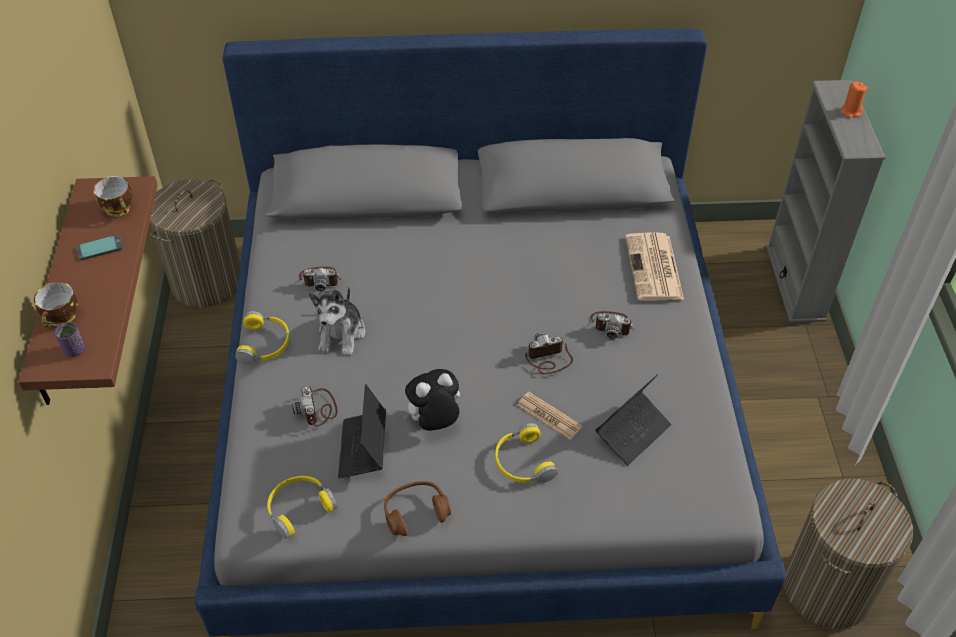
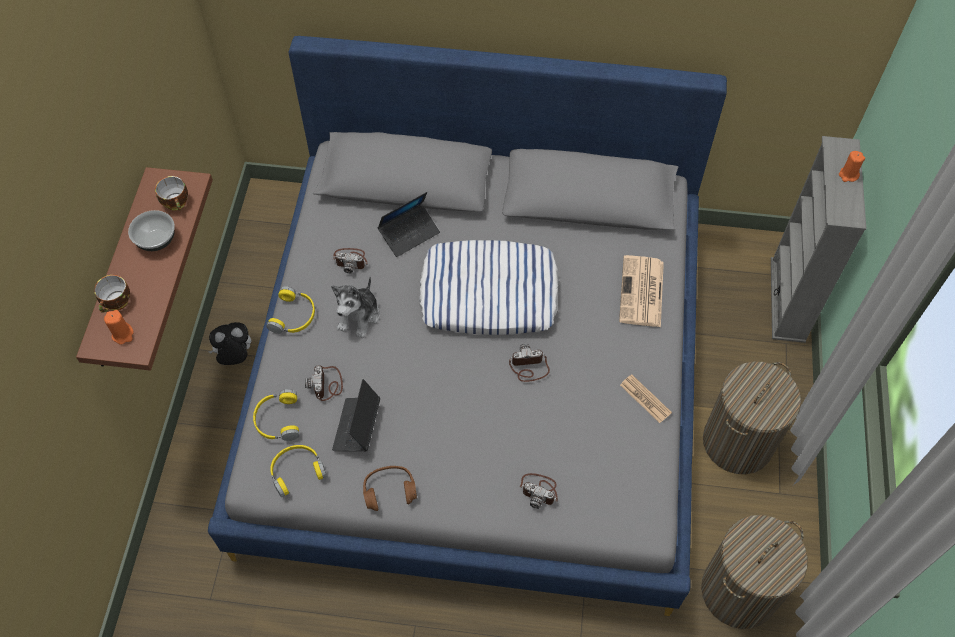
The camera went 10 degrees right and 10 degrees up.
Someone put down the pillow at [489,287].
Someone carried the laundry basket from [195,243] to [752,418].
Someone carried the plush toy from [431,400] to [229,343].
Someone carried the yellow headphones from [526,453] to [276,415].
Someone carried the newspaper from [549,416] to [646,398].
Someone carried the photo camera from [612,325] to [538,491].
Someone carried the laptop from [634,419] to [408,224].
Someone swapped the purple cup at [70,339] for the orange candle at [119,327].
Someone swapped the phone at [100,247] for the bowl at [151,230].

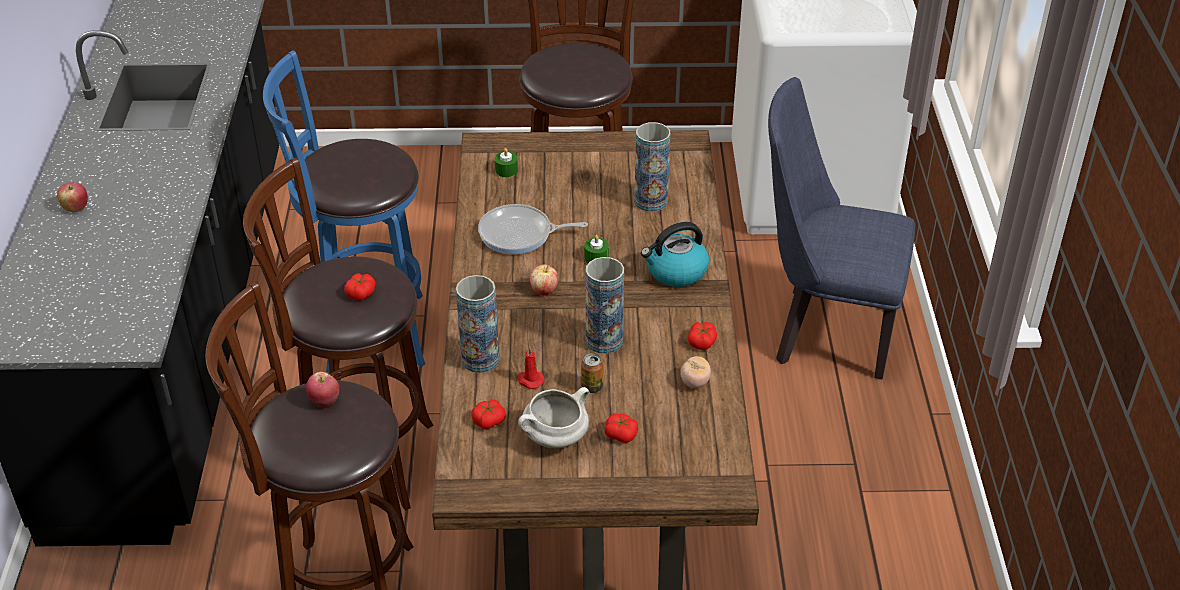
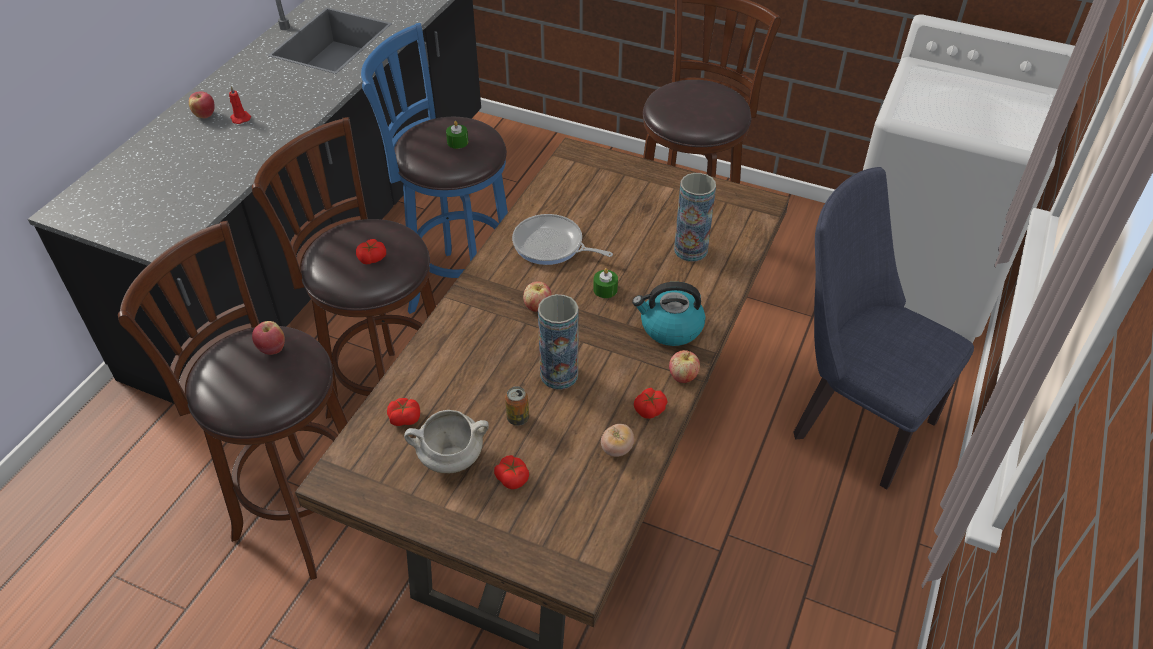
The camera went 25 degrees right and 5 degrees up.
Someone took away the vase at [477,324].
Someone put down the apple at [684,366].
Someone carried the green candle from [506,162] to [457,135].
Someone carried the red candle from [531,367] to [240,105].

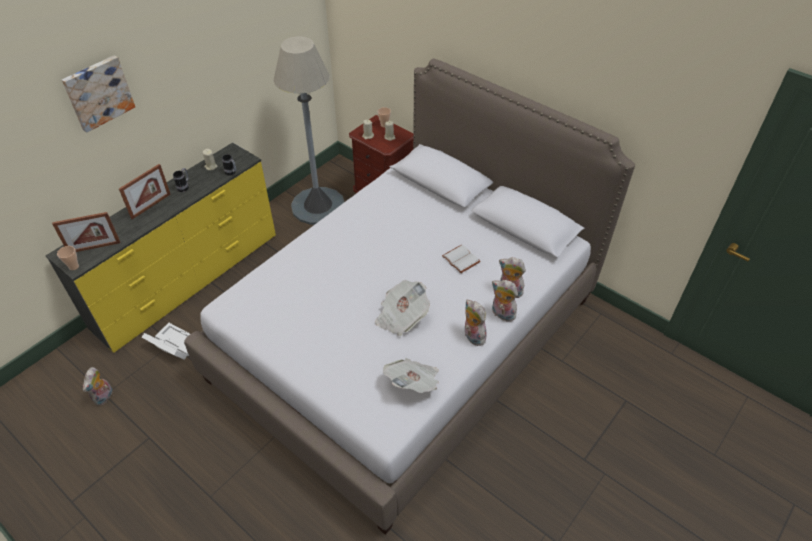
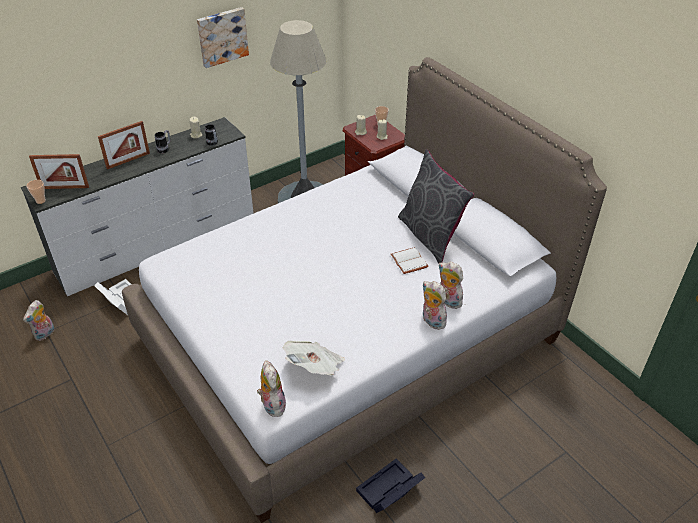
The camera went 15 degrees right and 5 degrees down.
Someone took away the newspaper at [402,308].
Someone put down the black storage box at [390,485].
Someone put down the grey pillow at [436,206].
Someone carried the picture from [98,94] to [223,37].
Someone carried the plush toy from [476,323] to [271,388].
Someone repainted the yellow dresser at [161,248], which became the white dresser at [137,206].

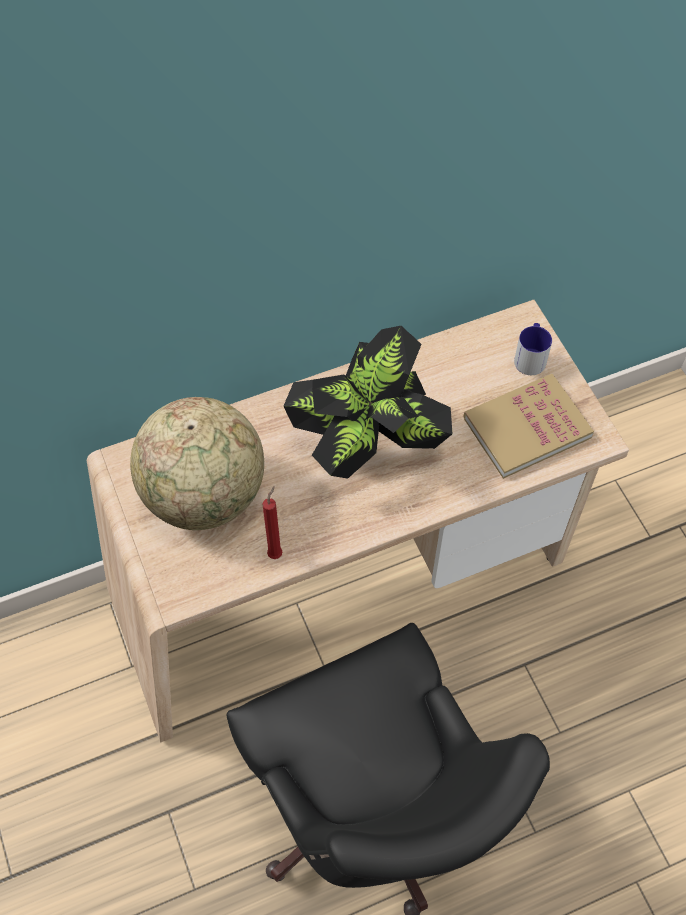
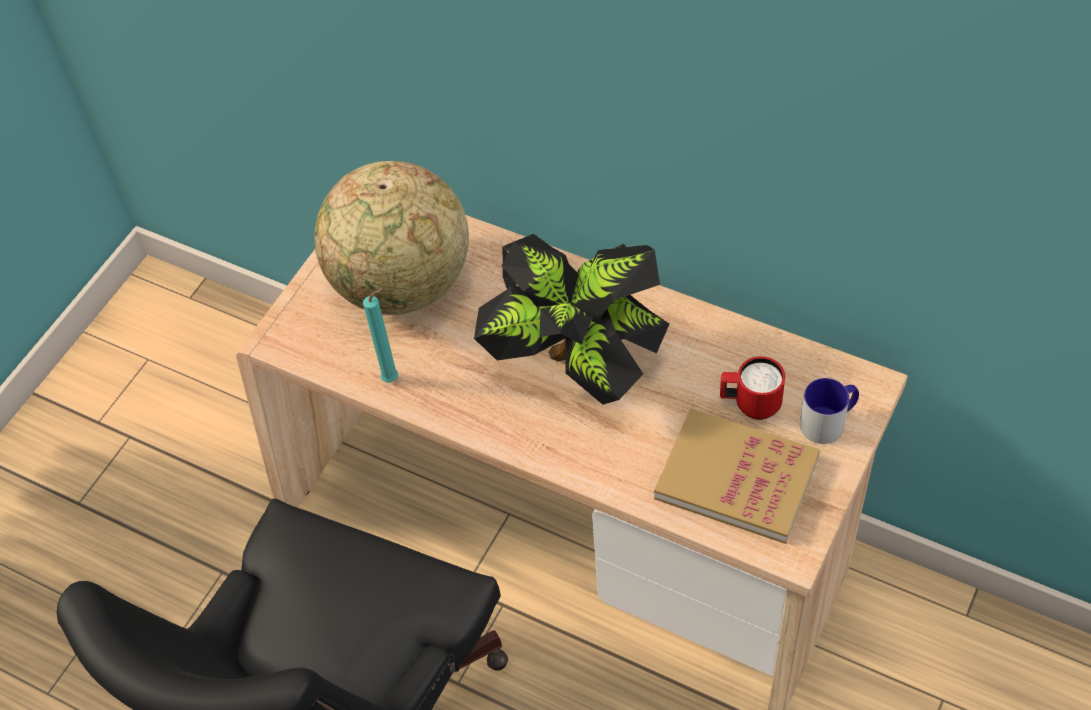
The camera went 55 degrees right and 5 degrees down.
Someone put down the red mug at [752,388].
Someone repainted the red candle at [272,522], which became the turquoise candle at [381,335].

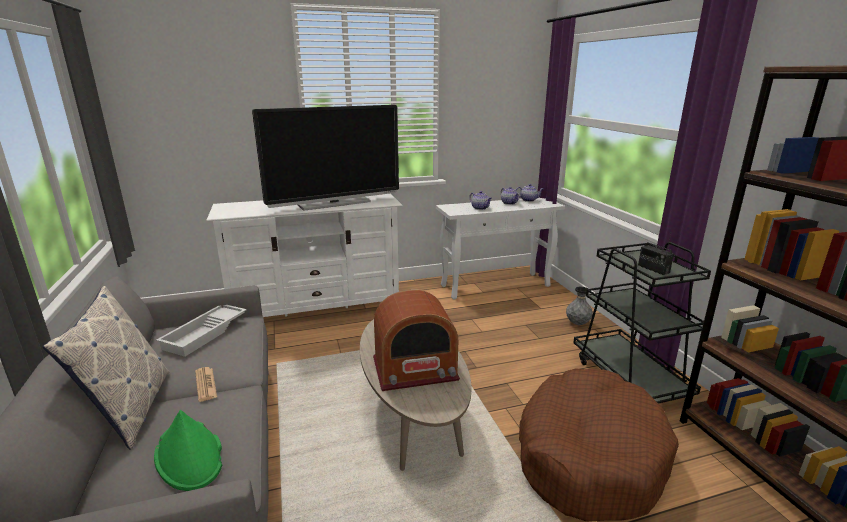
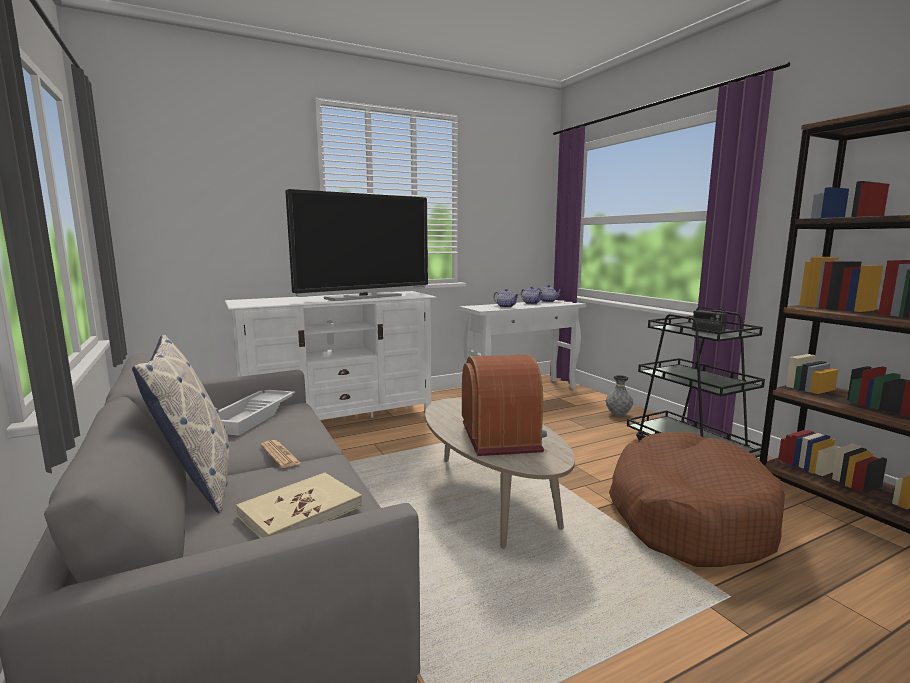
The camera went 10 degrees left and 10 degrees down.
Someone swapped the green hat at [188,450] for the beige book at [299,505].
Someone rotated the radio at [416,340] by 75 degrees counterclockwise.

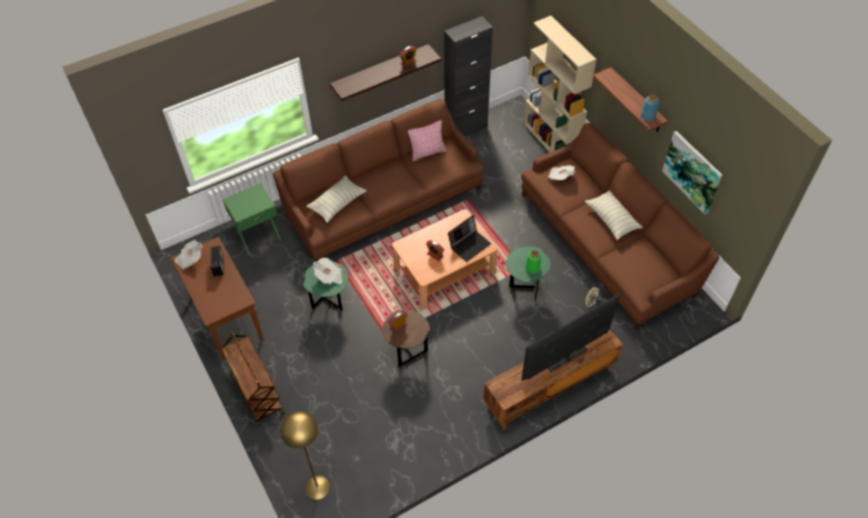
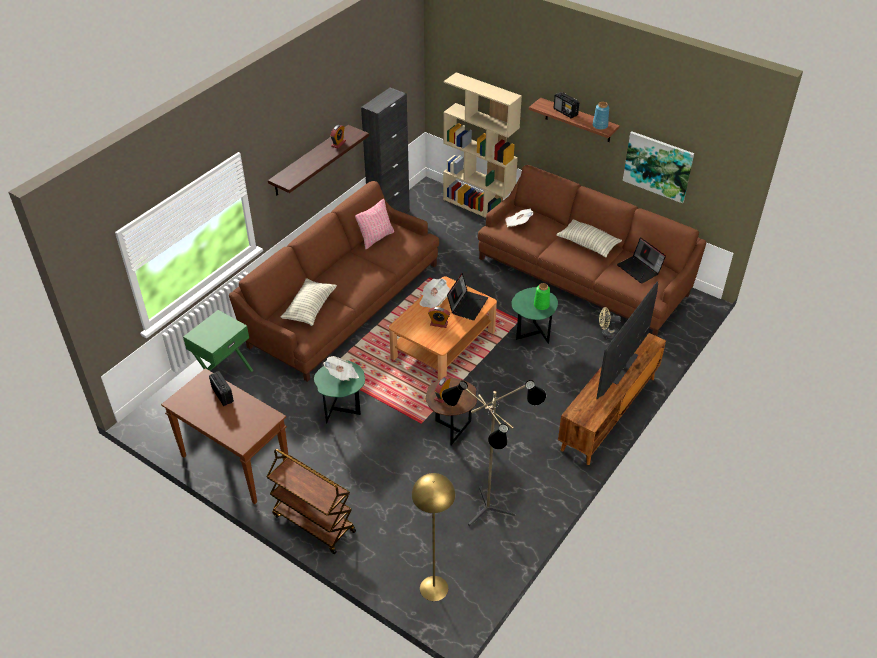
The camera went 25 degrees left and 10 degrees down.
Someone put down the floor lamp at [494,453].
Someone put down the radio at [566,105].
Someone put down the laptop at [641,260].
Someone carried the newspaper from [189,255] to [434,293].

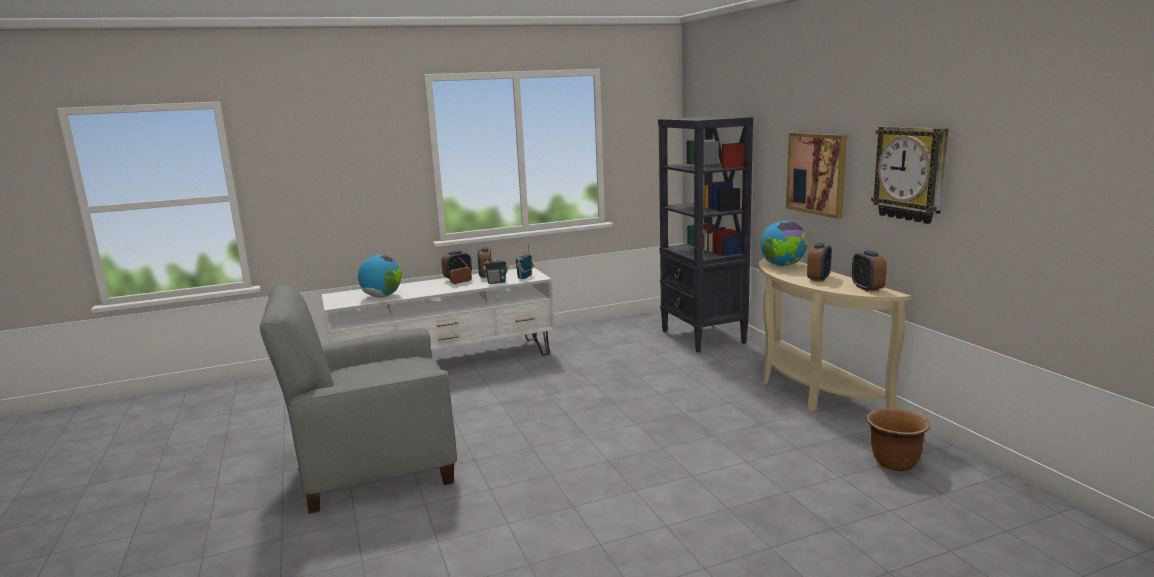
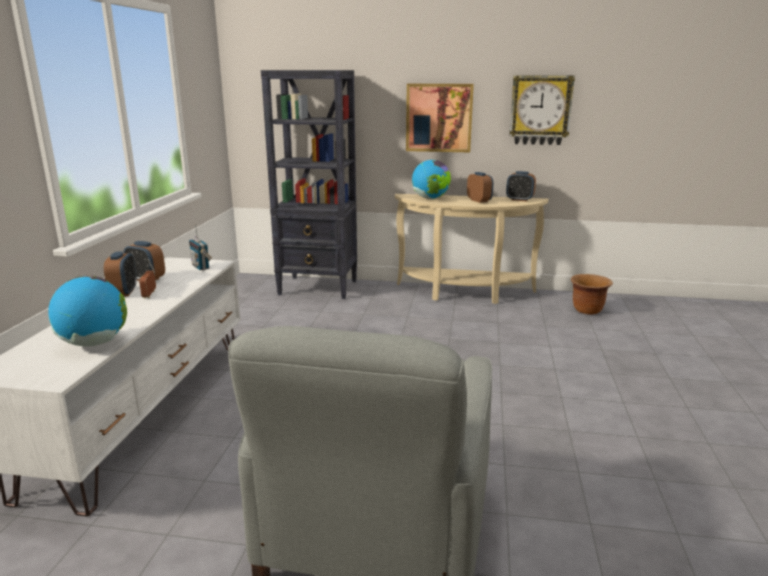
The camera went 60 degrees left and 5 degrees up.
Someone took away the radio at [495,267].

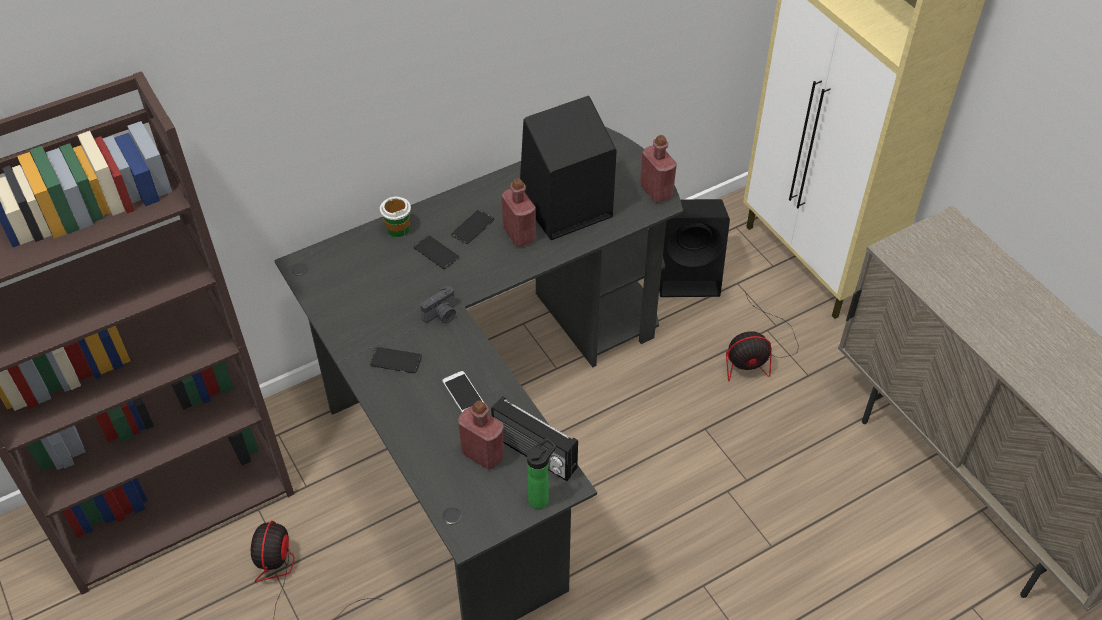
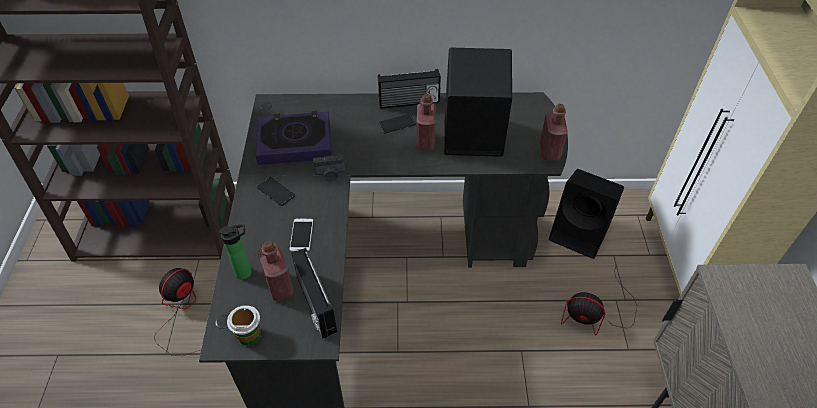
The camera went 30 degrees right and 0 degrees up.
Someone took away the phone at [436,252].
Someone put down the book at [294,138].
Someone put down the radio at [409,89].
Someone carried the cup from [395,217] to [244,325].
Someone carried the bottle from [541,473] to [235,252].

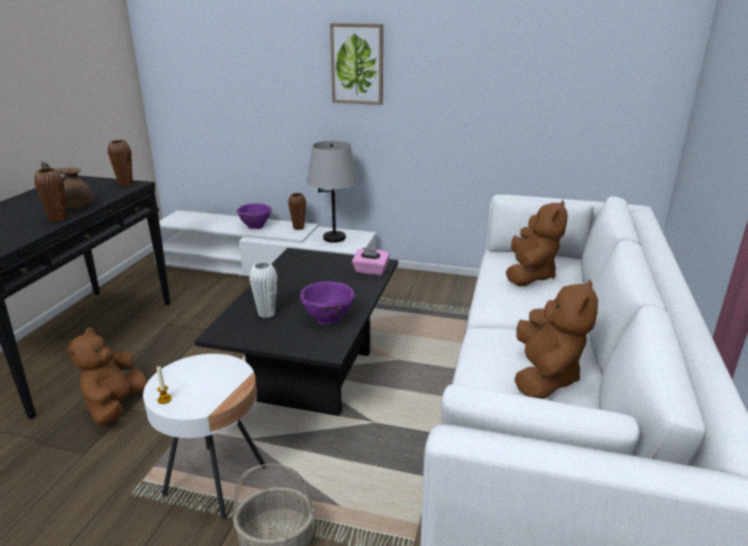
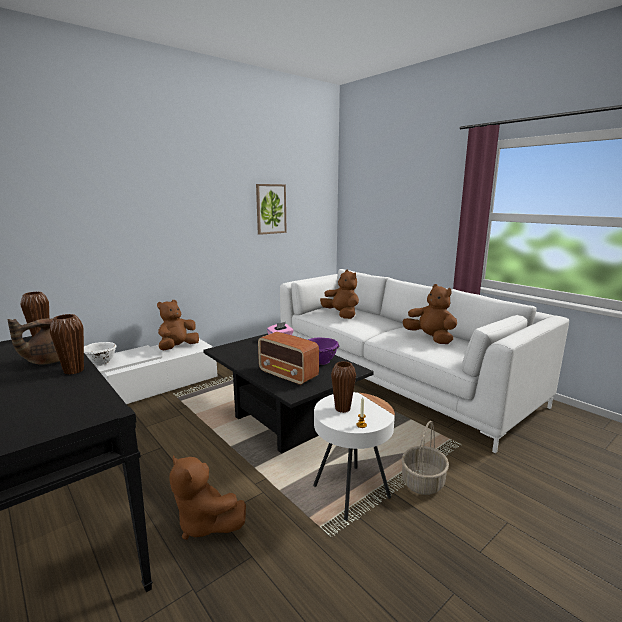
The camera went 55 degrees left and 10 degrees down.
Someone carried the brown vase from [297,211] to [343,387].
Someone carried the picture from [356,64] to [271,209].
Someone swapped the white vase at [263,290] for the radio at [288,358].
Someone swapped the grey table lamp at [333,192] for the brown plush toy at [178,325].
Someone repainted the purple bowl at [254,216], which became the white bowl at [100,354].

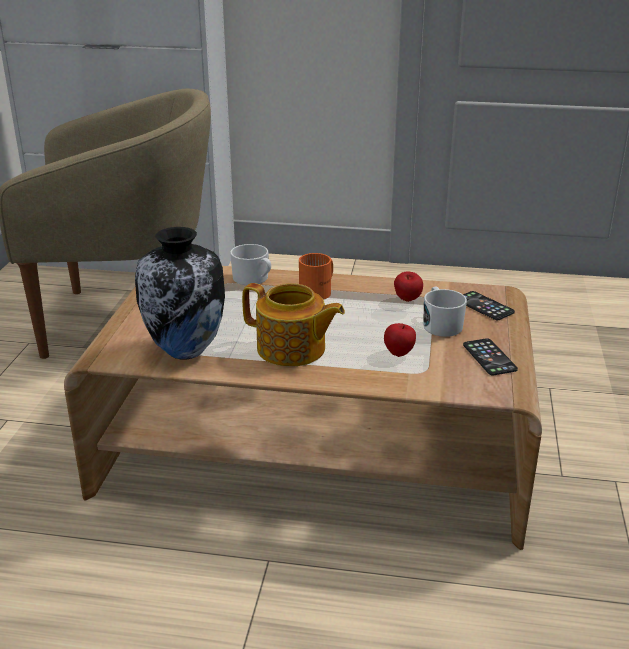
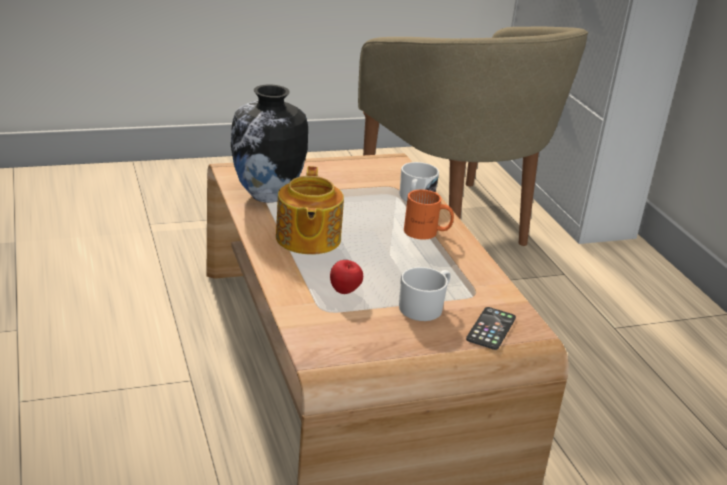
The camera went 60 degrees right and 0 degrees up.
Someone took away the apple at [408,287].
Someone took away the phone at [490,356].

